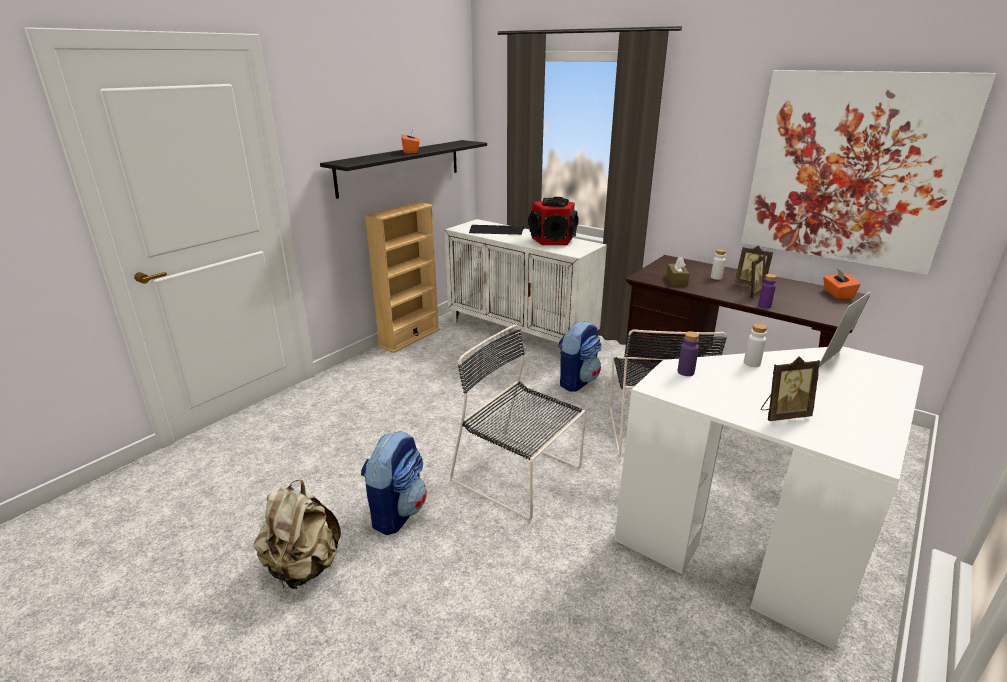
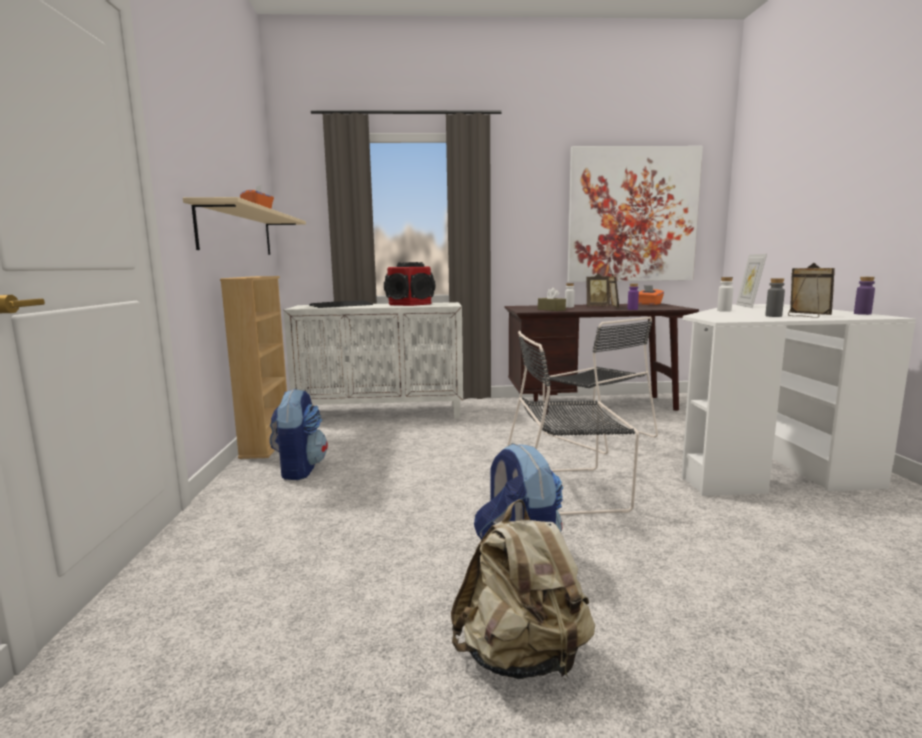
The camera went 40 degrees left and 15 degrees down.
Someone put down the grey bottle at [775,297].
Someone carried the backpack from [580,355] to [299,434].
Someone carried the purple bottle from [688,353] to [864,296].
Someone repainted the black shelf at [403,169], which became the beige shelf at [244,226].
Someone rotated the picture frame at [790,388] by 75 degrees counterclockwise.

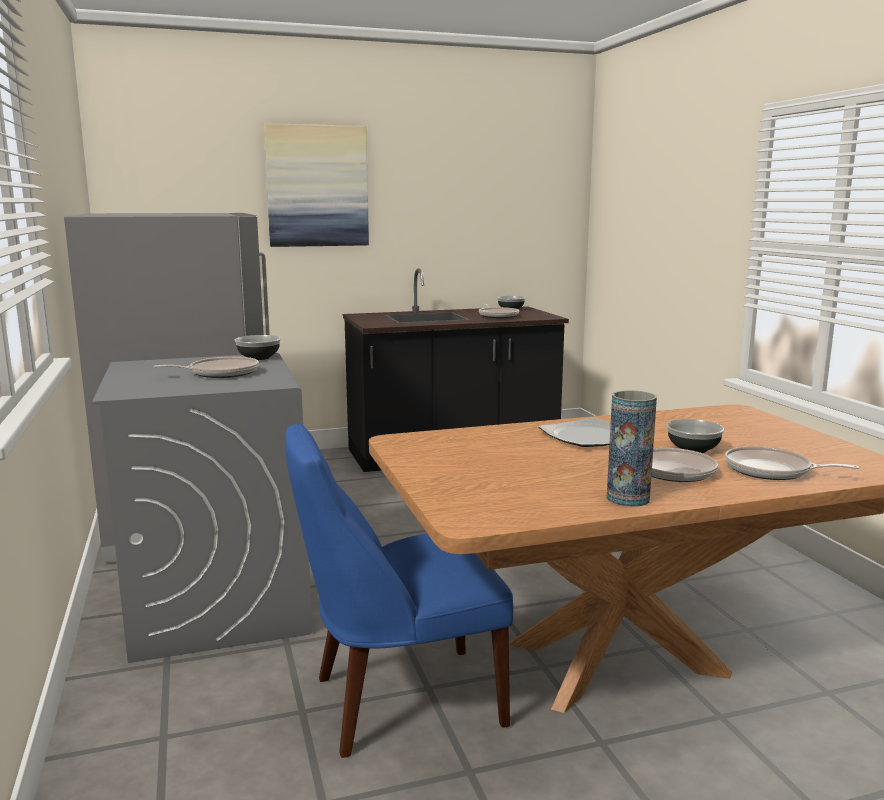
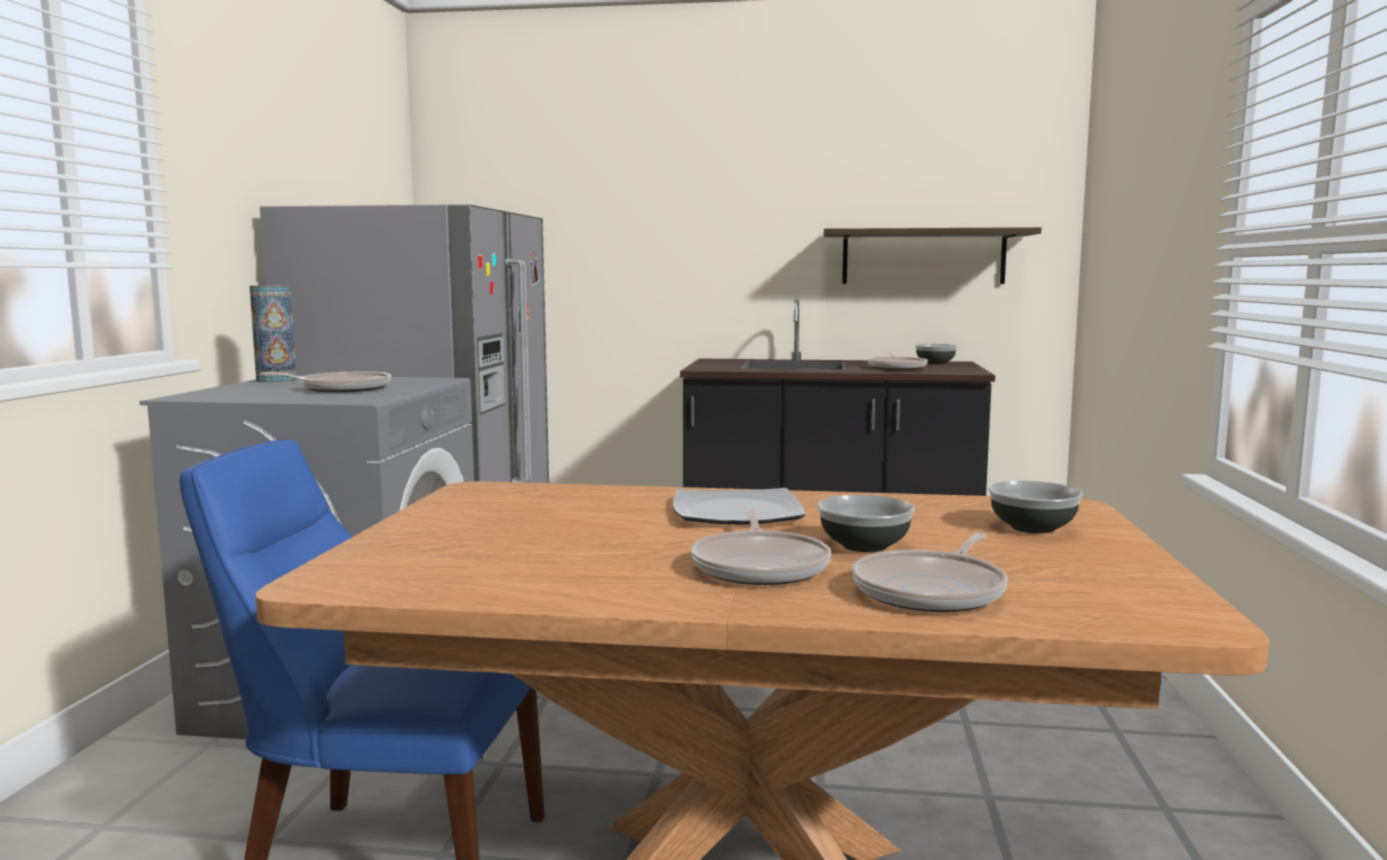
The camera went 25 degrees right and 5 degrees down.
Someone took away the picture at [316,185].
Someone put up the shelf at [932,255].
Someone carried the bowl from [258,347] to [1035,507].
Someone carried the vase from [632,448] to [273,333].
Someone rotated the frying pan at [792,463] by 105 degrees counterclockwise.

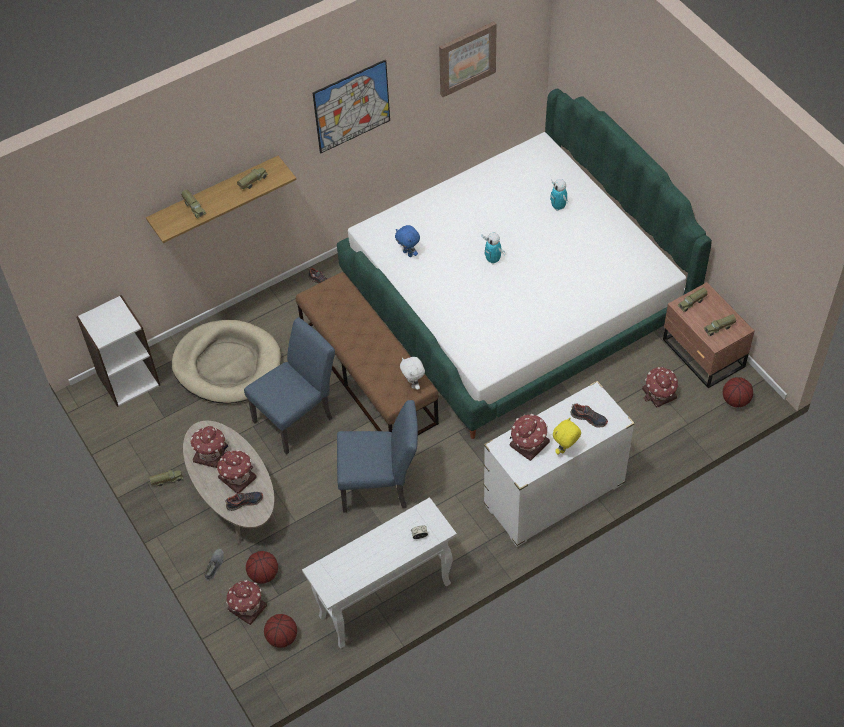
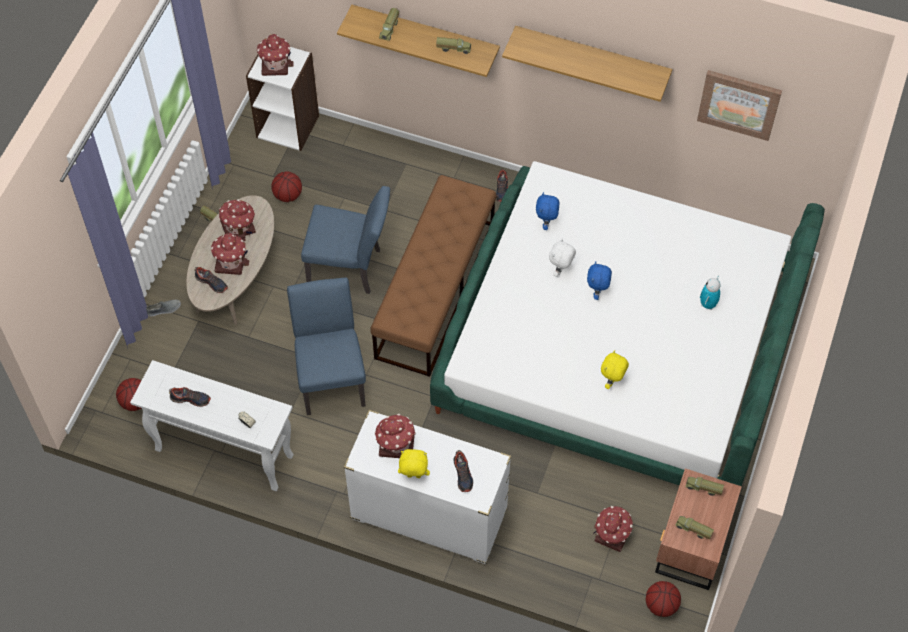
The camera went 50 degrees right and 5 degrees up.
Someone took away the beige dog bed at [226,362].
Someone put down the shoe at [190,397].
Someone put down the yellow plush toy at [615,369].
Someone carried the toy house from [246,602] to [275,55].
Someone carried the basketball from [262,567] to [286,186].
Someone carried the white plush toy from [412,373] to [562,257].
Someone swapped the picture at [351,106] for the shelf at [587,64].
Someone swapped the toy robot at [493,249] for the blue plush toy at [599,280].
Someone rotated the blue chair at [377,456] by 150 degrees counterclockwise.

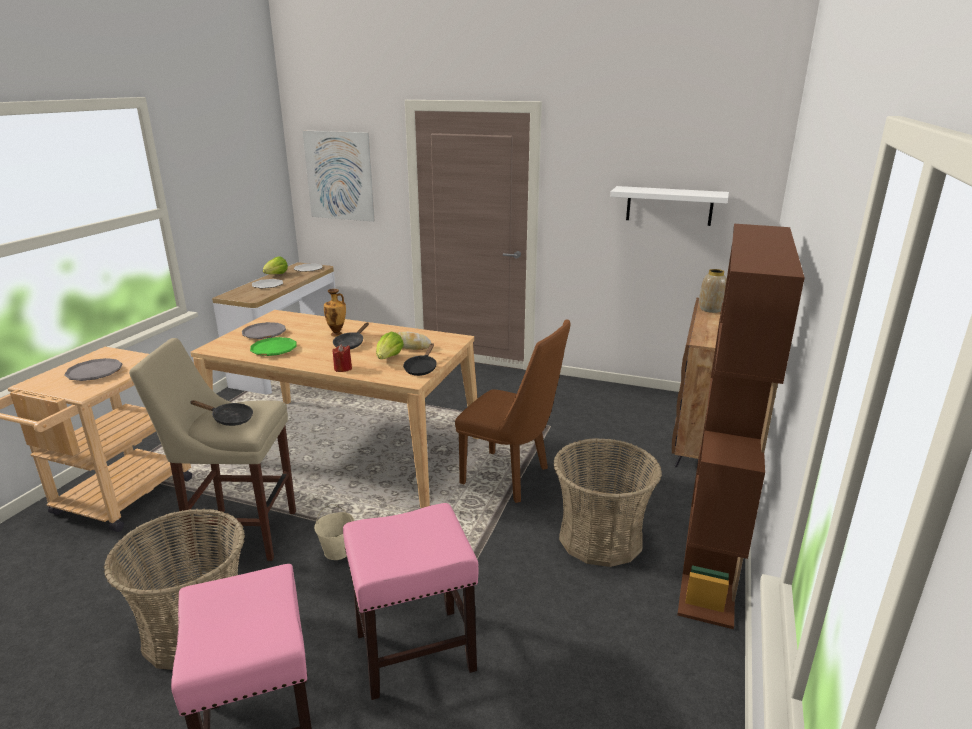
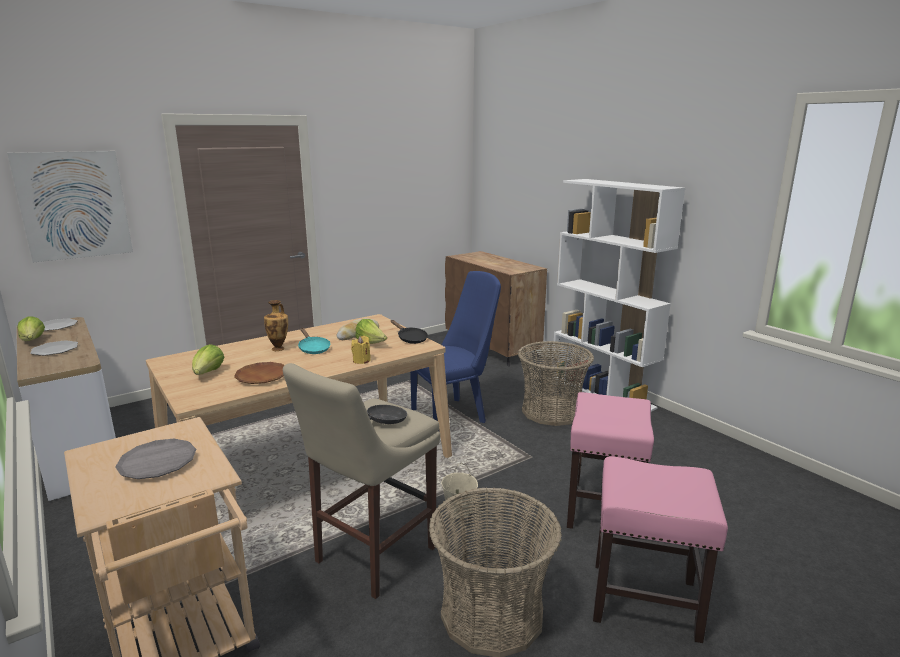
The camera went 55 degrees left and 5 degrees down.
Someone took away the white shelf at [669,206].
Someone took away the vase at [713,291].
Someone swapped the grey plate at [264,330] for the lettuce at [208,359].
Someone repainted the green plate at [273,346], which became the brown plate at [259,373].
Someone repainted the red candle at [342,358], which became the yellow candle at [361,350].
Someone repainted the black frying pan at [351,336], which became the turquoise frying pan at [314,341].
Someone repainted the brown chair at [513,411], which became the blue chair at [455,351].
Someone repainted the brown bookcase at [741,426], which became the white bookcase at [618,295].

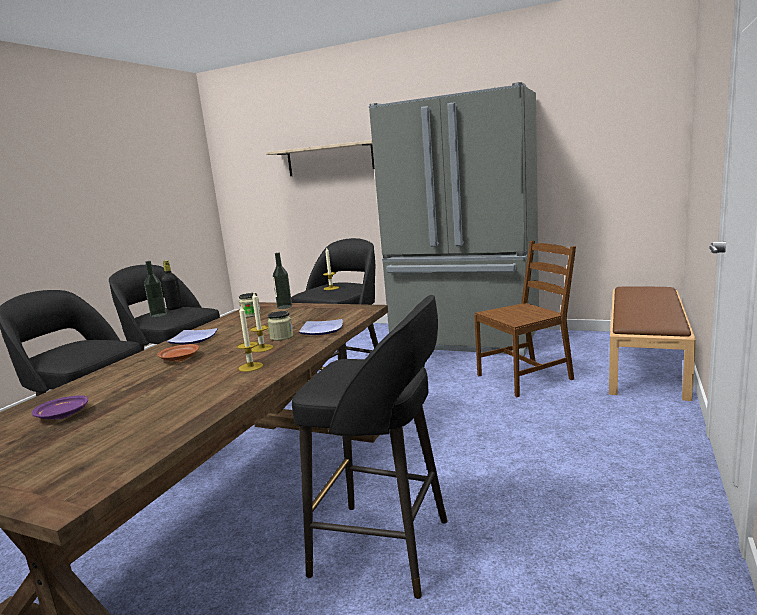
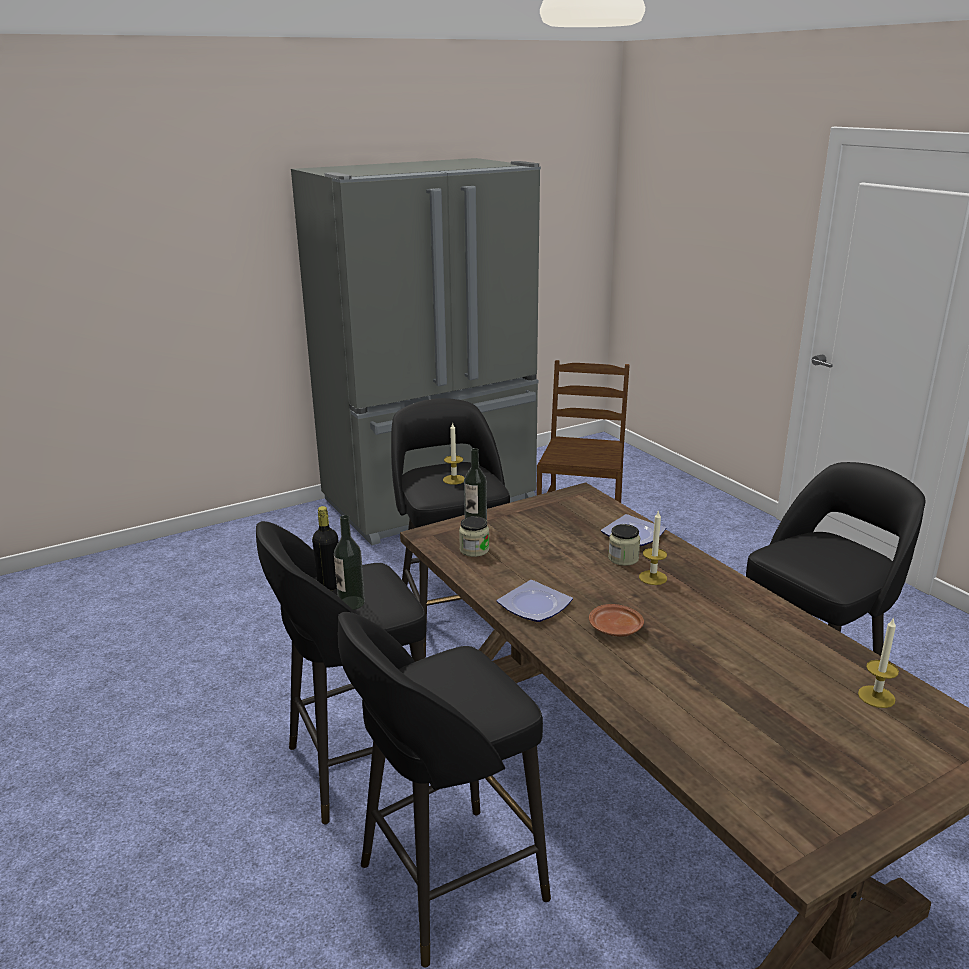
The camera went 55 degrees left and 10 degrees up.
Someone took away the purple plate at [60,407].
Someone took away the beige shelf at [320,158].
Someone took away the brown bench at [652,344].
Someone carried the candle from [250,339] to [878,662].

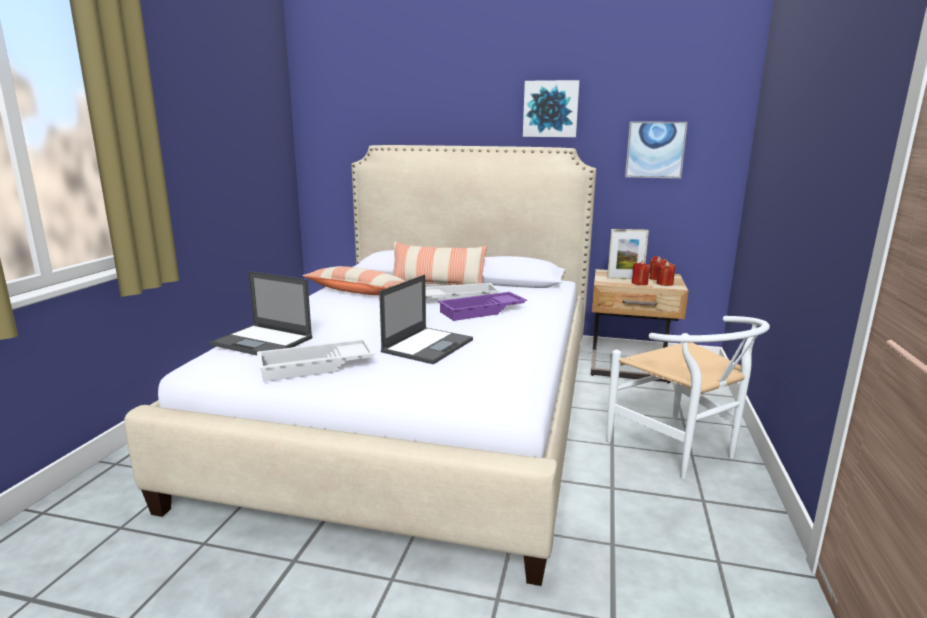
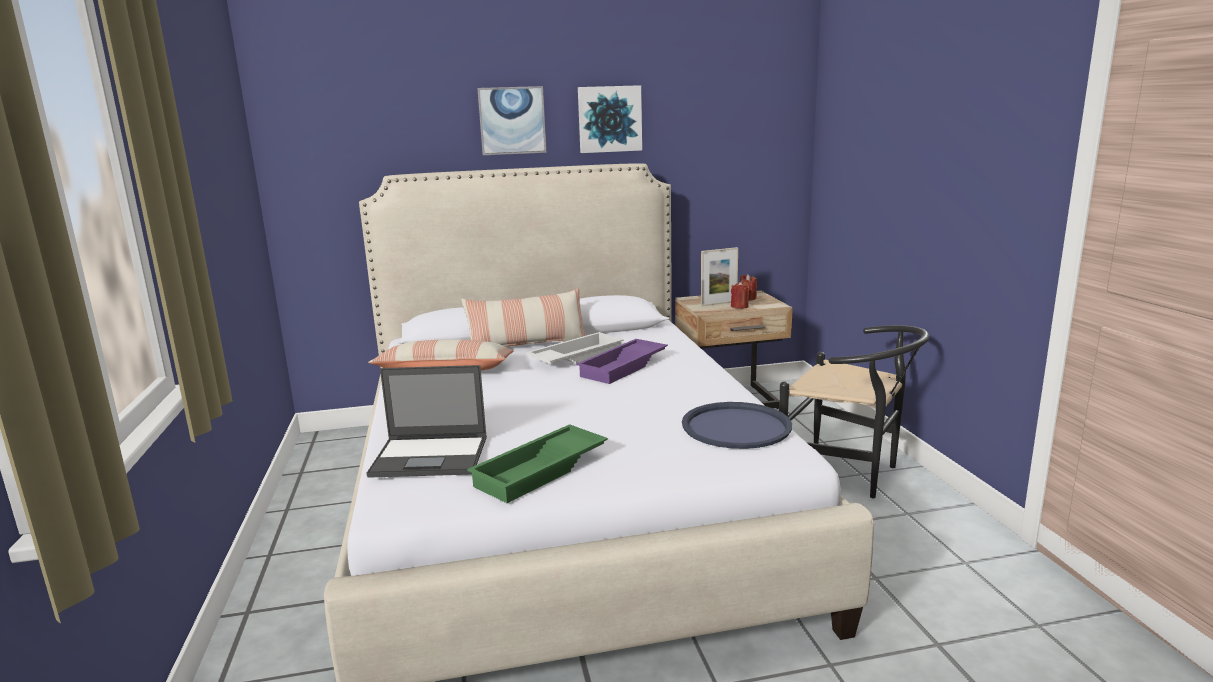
The camera went 25 degrees left and 0 degrees up.
Someone took away the laptop at [426,319].
Someone took away the red candle at [666,273].
Someone put down the blue tray at [737,425].
Someone carried the picture from [656,150] to [511,120].
Someone repainted the white tray at [316,360], which became the green tray at [537,463].
Someone repainted the white chair at [688,397], which became the black chair at [854,411].

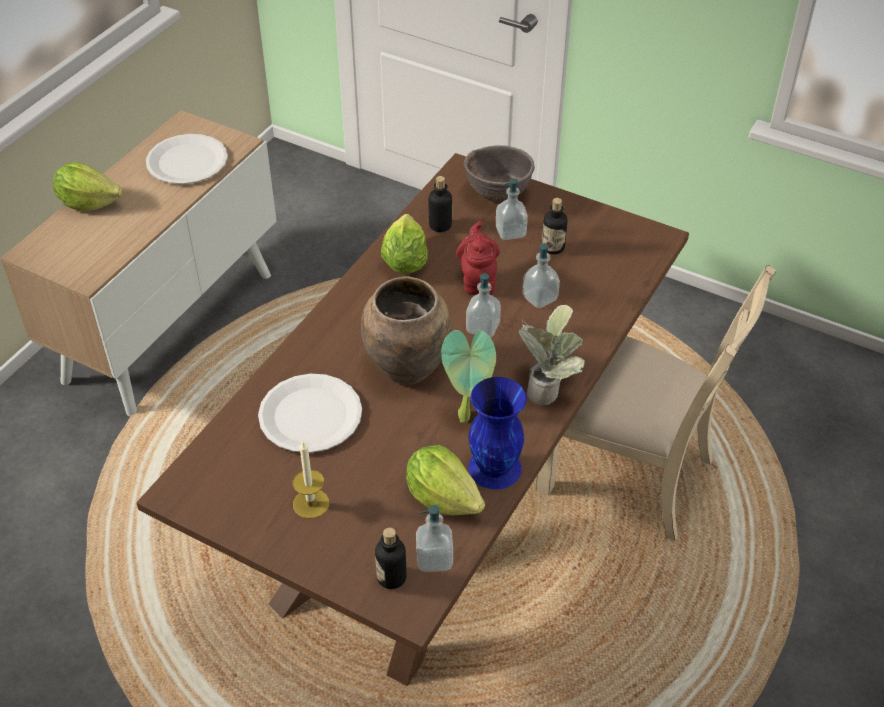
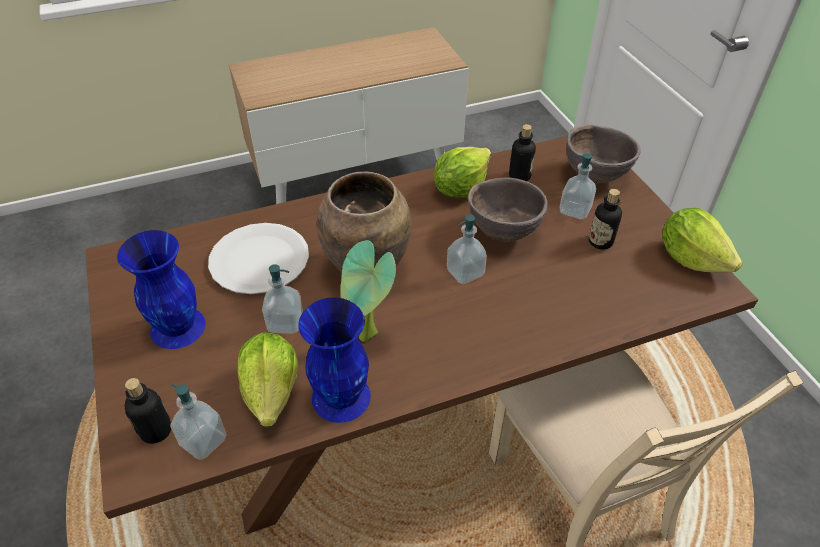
The camera went 40 degrees right and 0 degrees up.
Someone took away the white plate at [187,159].
Someone took away the potted plant at [552,355].
Someone carried the lettuce from [88,186] to [702,239].
Someone carried the soap dispenser from [541,276] to [282,299].
Someone swapped the candle at [311,480] for the blue vase at [161,289].
Someone swapped the red teapot at [478,258] for the brown bowl at [508,210].

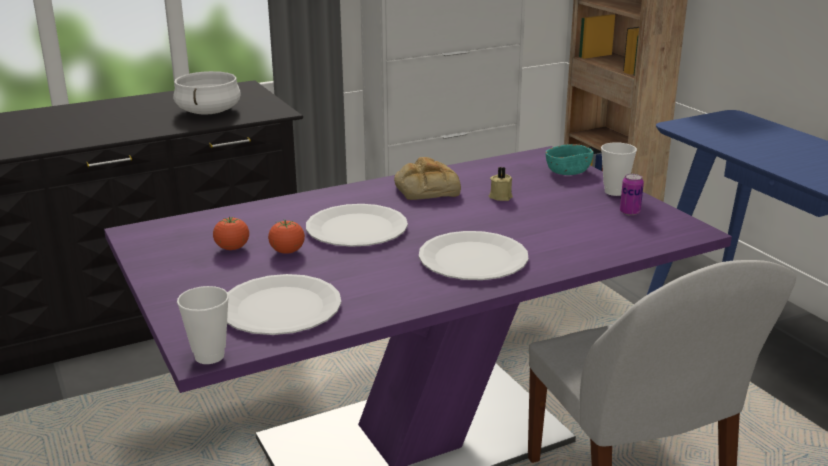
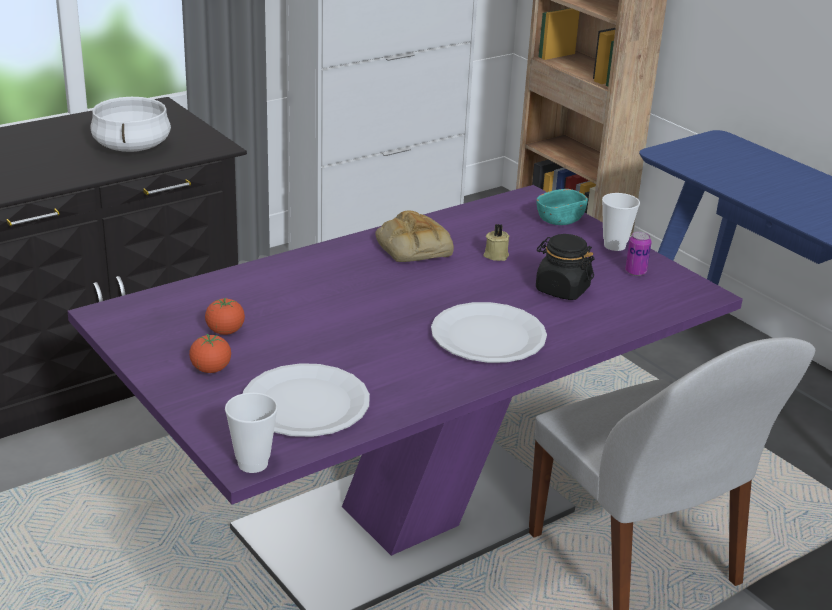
The camera went 10 degrees left and 5 degrees up.
Someone took away the white plate at [357,225].
Someone put down the black jar at [565,267].
Someone carried the tomato from [286,237] to [210,353].

